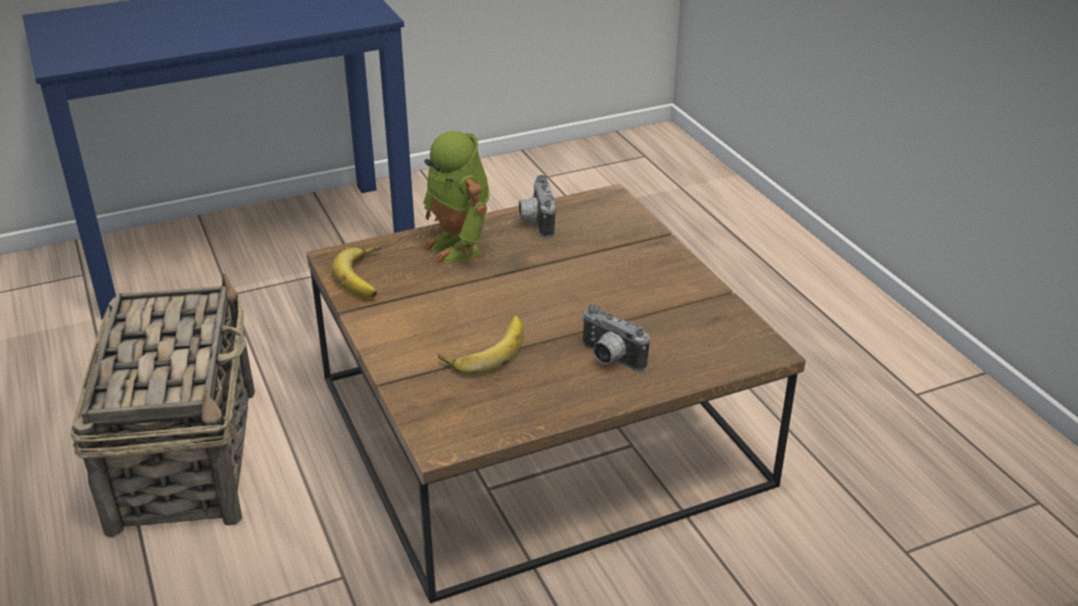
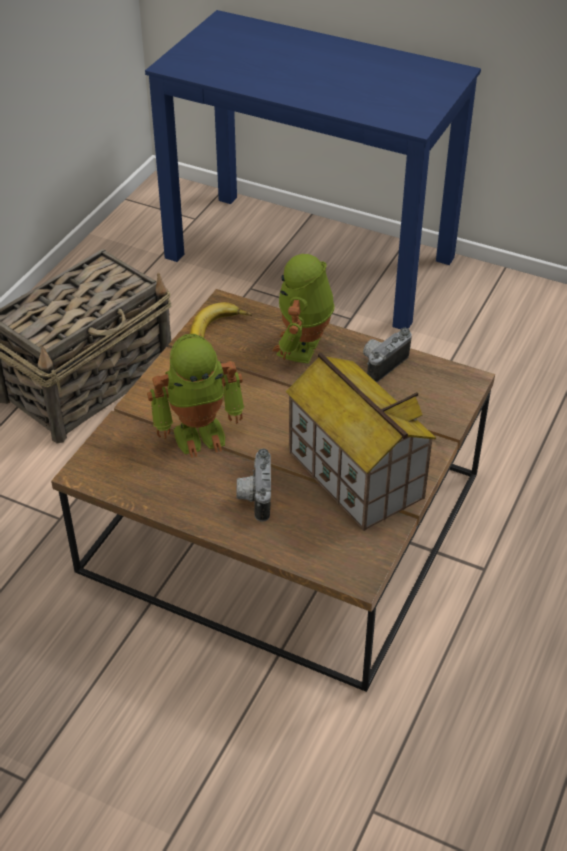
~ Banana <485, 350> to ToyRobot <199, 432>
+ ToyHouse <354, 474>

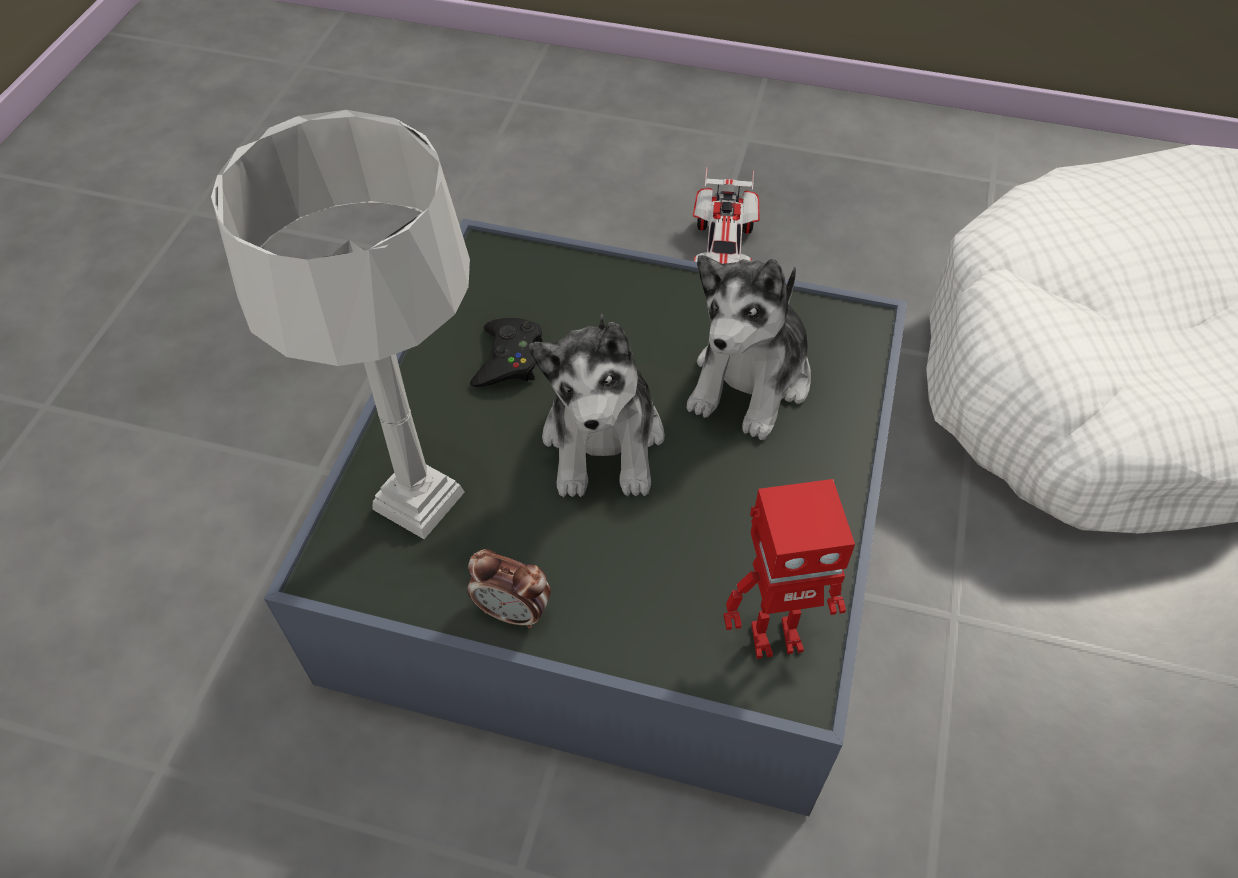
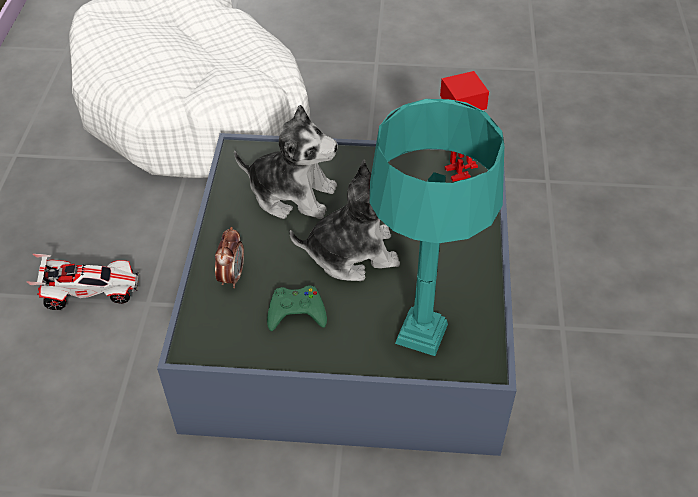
~ AlarmClock <513, 611> to <232, 276>
~ BlackGameController <508, 359> to GreenGameController <296, 312>
~ GreyTableLamp <417, 501> to TurquoiseTableLamp <422, 334>

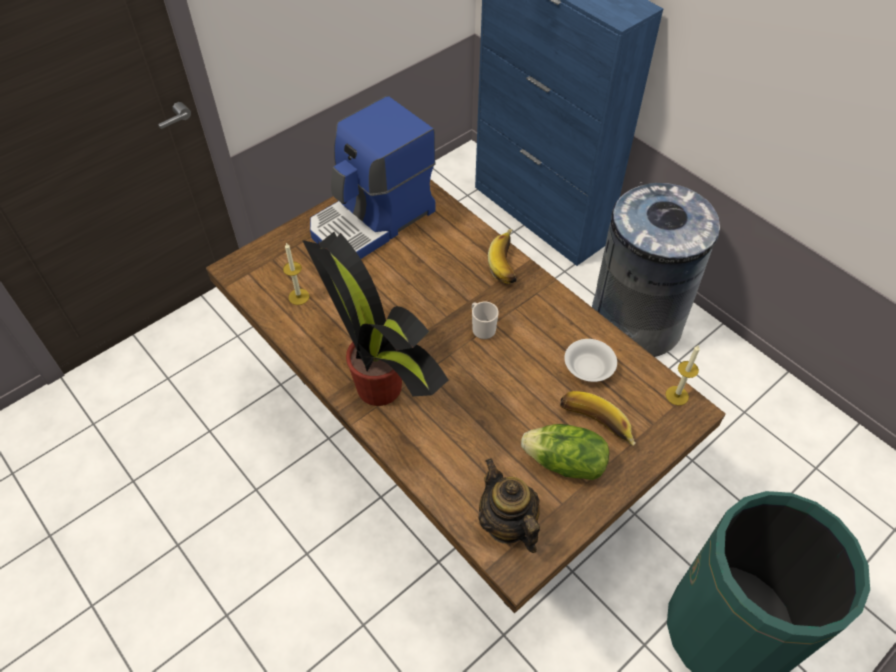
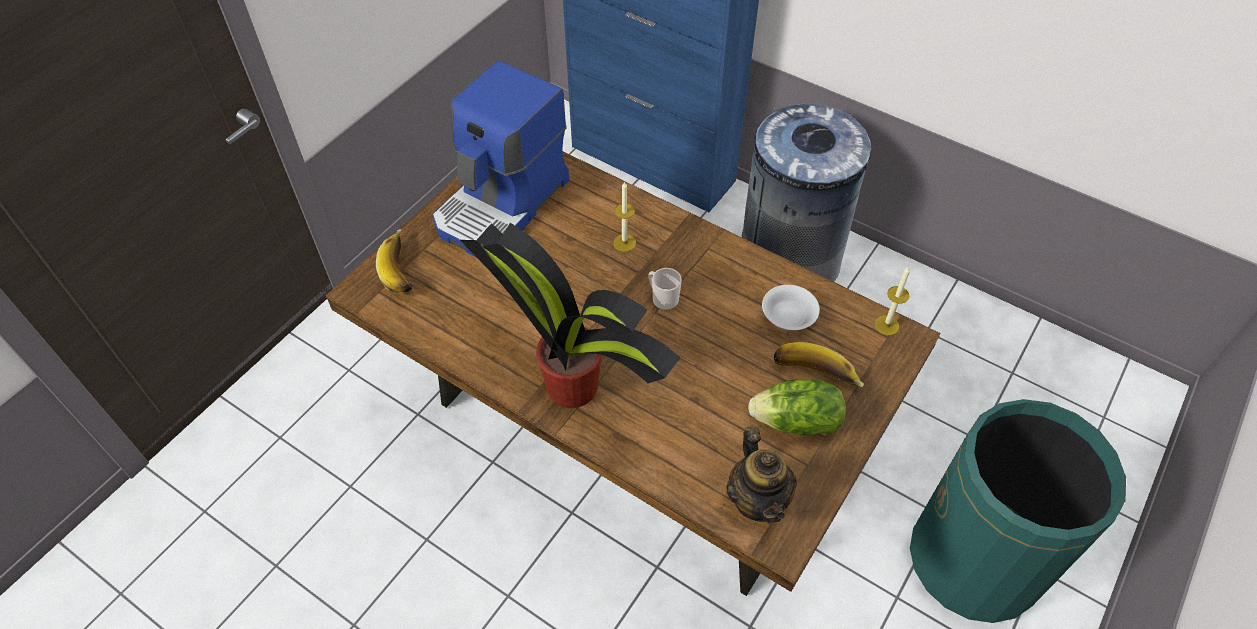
~ Banana <508, 264> to <403, 270>
~ Candle <299, 296> to <624, 243>
~ Teapot <507, 524> = <758, 500> 150 degrees counterclockwise

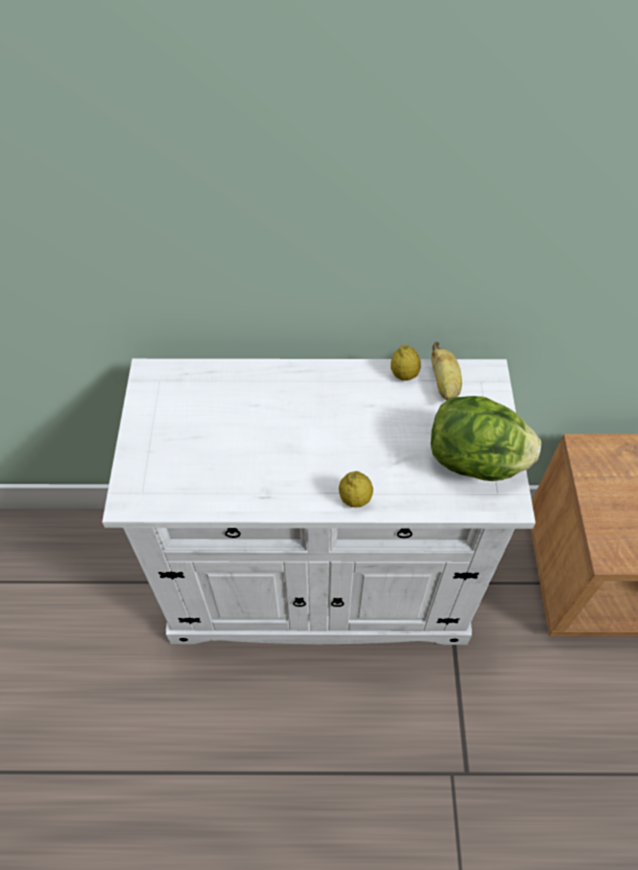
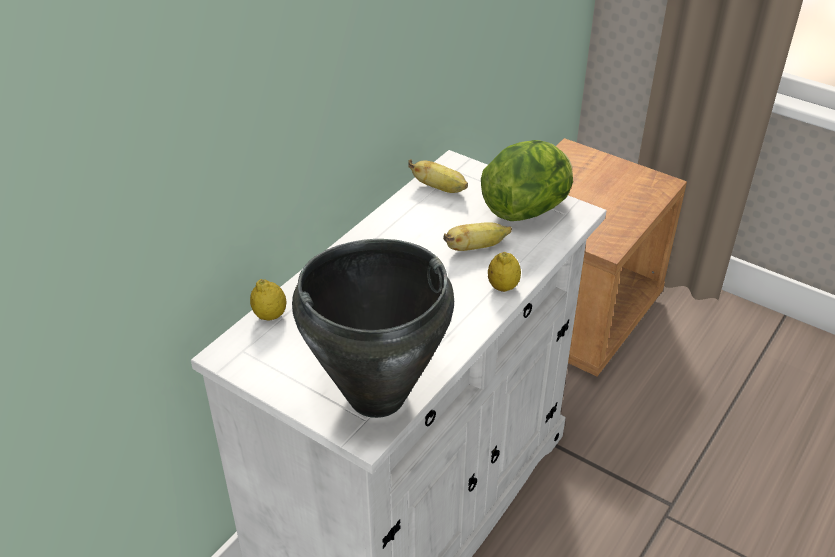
~ Lemon <404, 374> to <270, 315>
+ BlackCookingPot <375, 395>
+ Banana <475, 247>

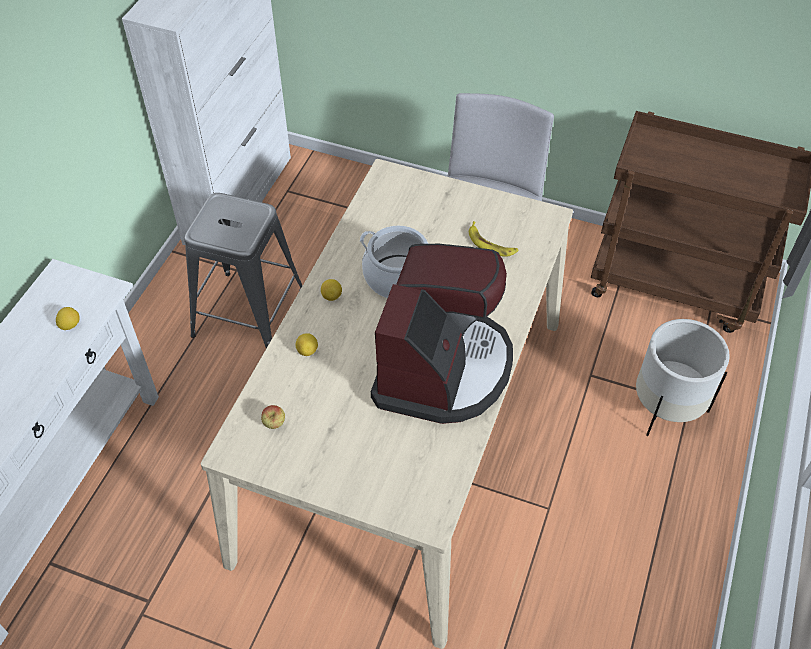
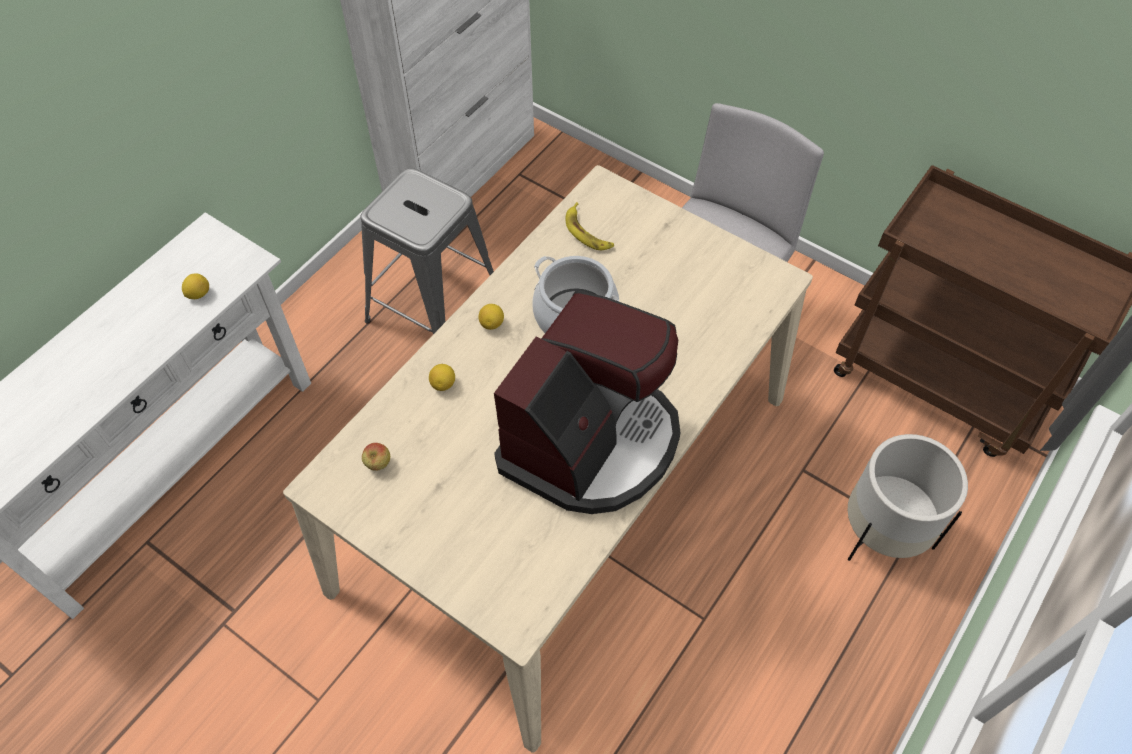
~ Banana <491, 244> to <587, 232>

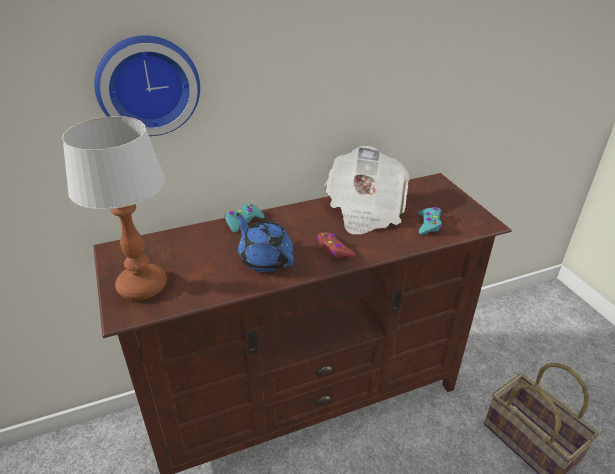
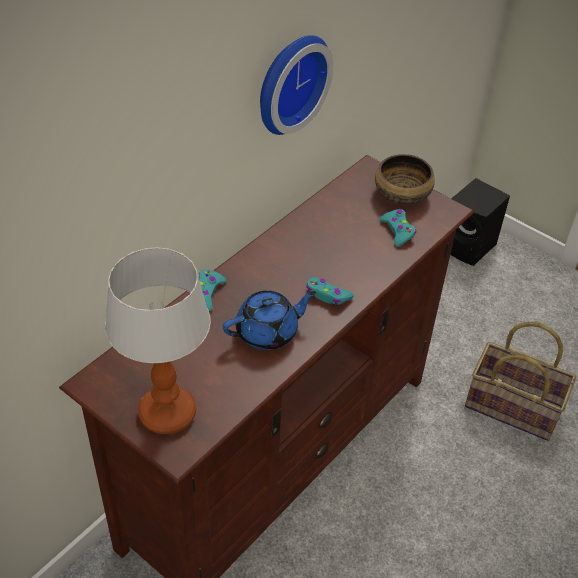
~ BlueTeapot <265, 259> = <268, 332> 135 degrees clockwise
~ WallClock <147, 85> to <288, 82>
~ RedGameController <334, 249> to TurquoiseGameController <327, 295>
+ Bowl <403, 194>
+ BlackSpeaker <469, 247>
- Newspaper <364, 210>

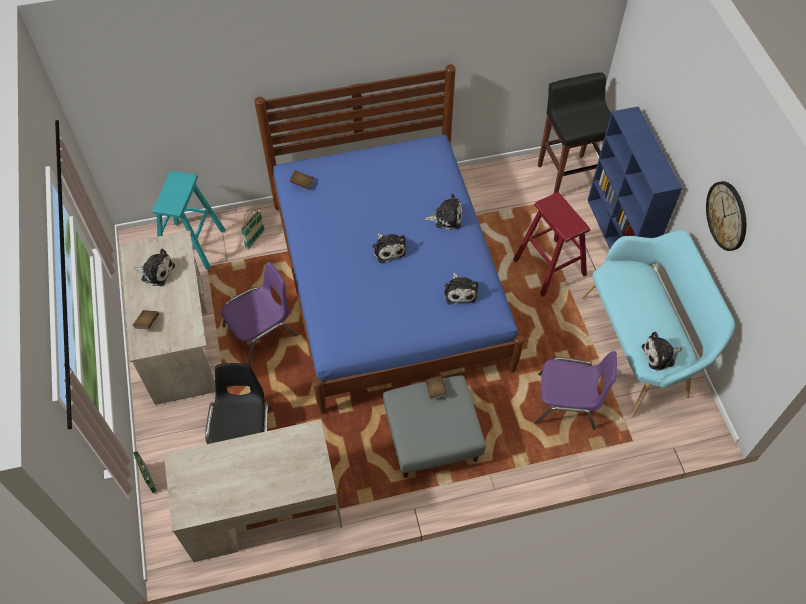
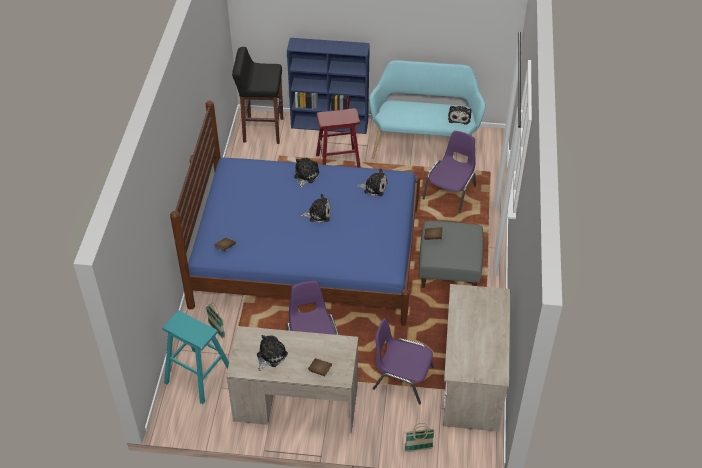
~ BlackChair <244, 433> to PurpleChair <402, 378>
- WallClock <727, 215>

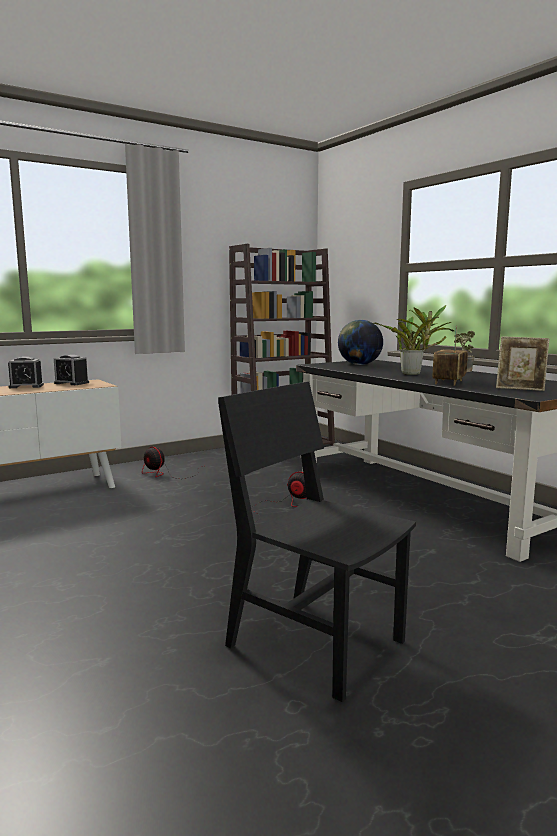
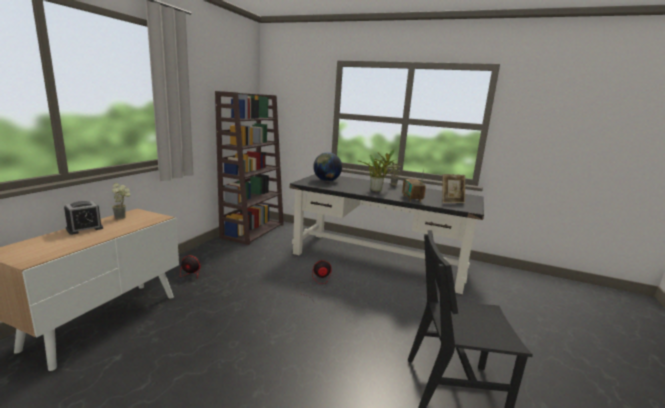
~ AlarmClock <71, 383> to PottedPlant <123, 218>

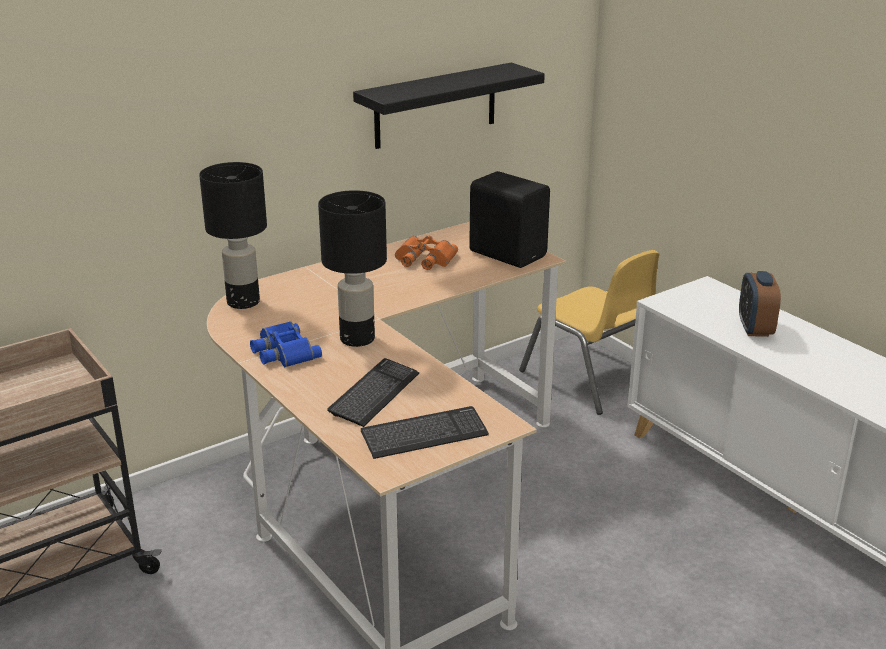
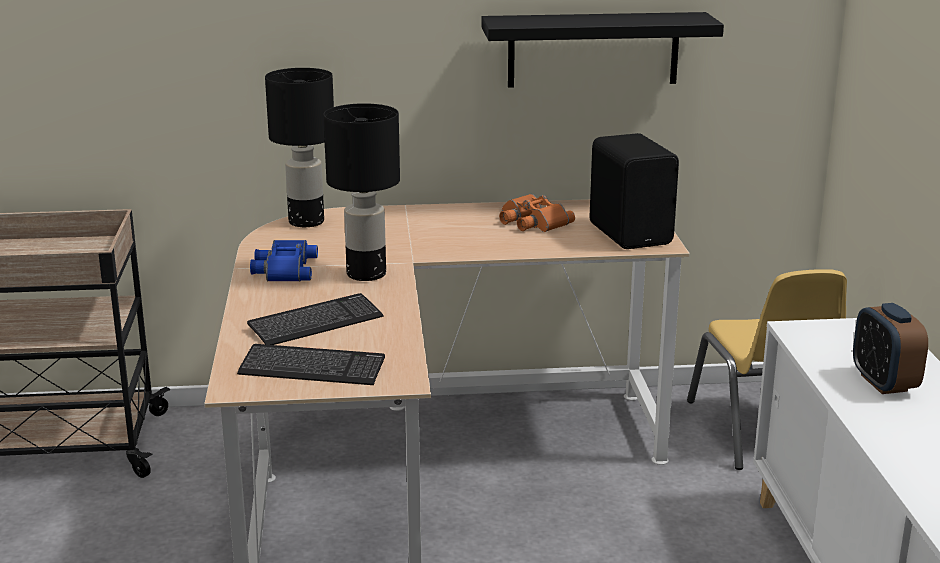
~ AlarmClock <755, 329> = <883, 383> 45 degrees counterclockwise

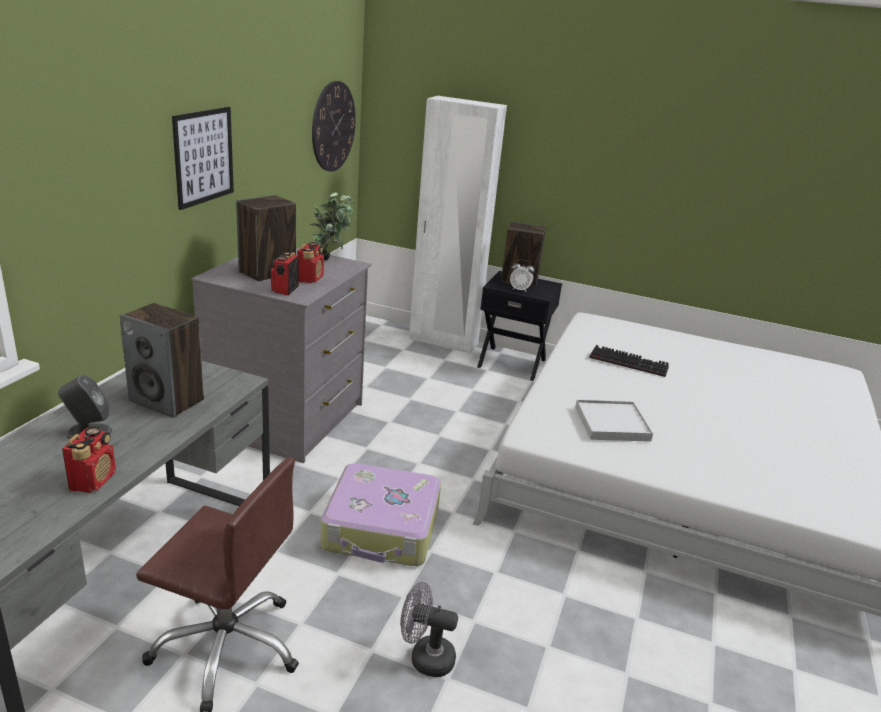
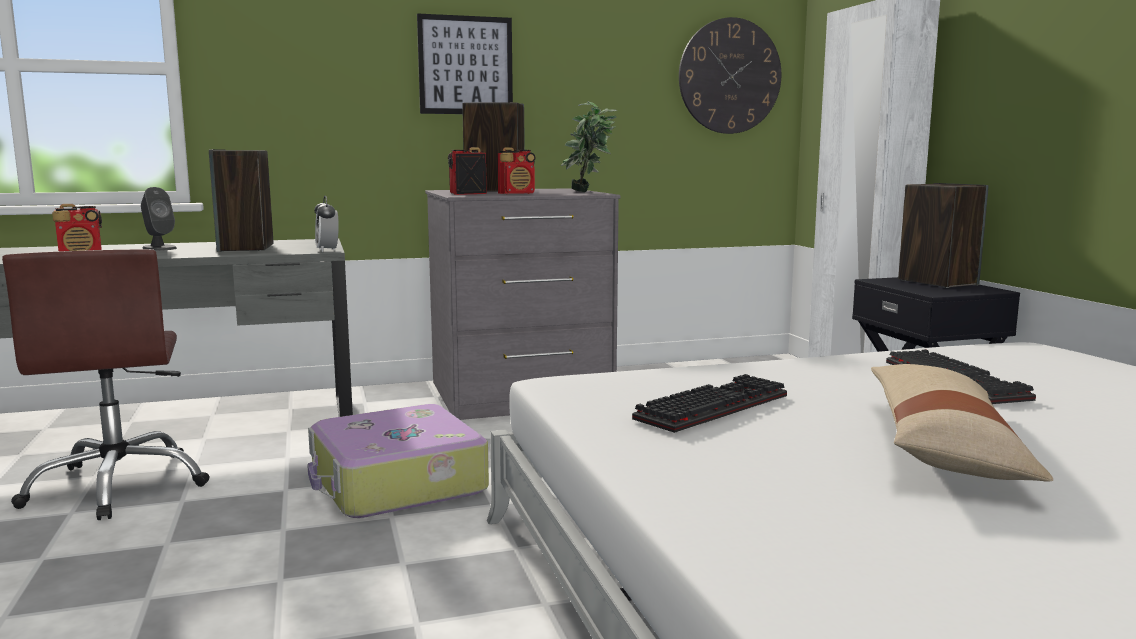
~ AlarmClock <520, 289> to <327, 250>
~ WhiteTray <611, 423> to Keyboard <712, 406>
+ BeigePillow <943, 446>
- GreyFan <425, 657>

